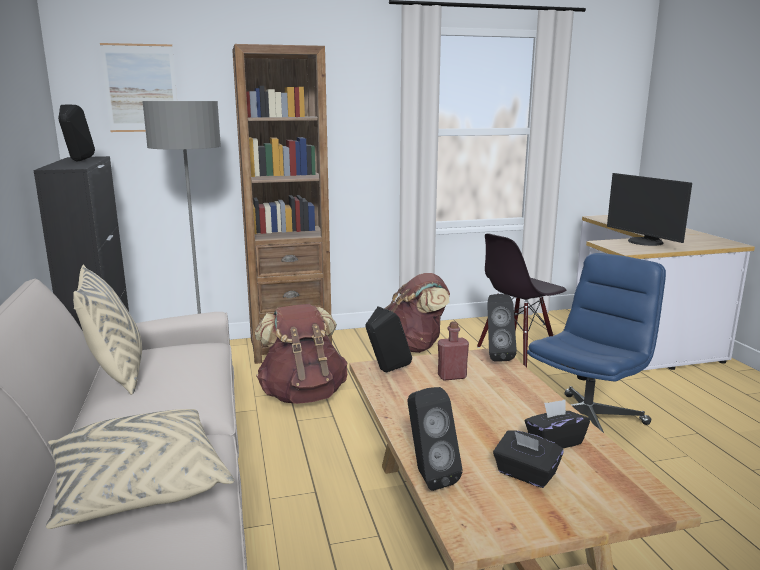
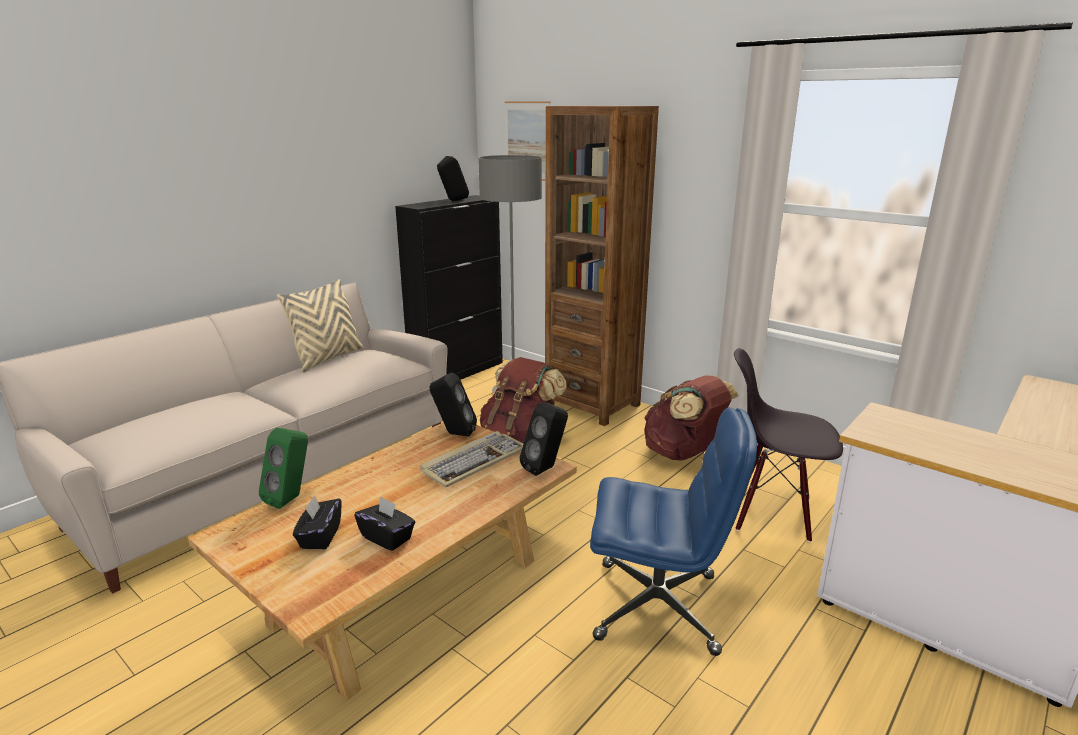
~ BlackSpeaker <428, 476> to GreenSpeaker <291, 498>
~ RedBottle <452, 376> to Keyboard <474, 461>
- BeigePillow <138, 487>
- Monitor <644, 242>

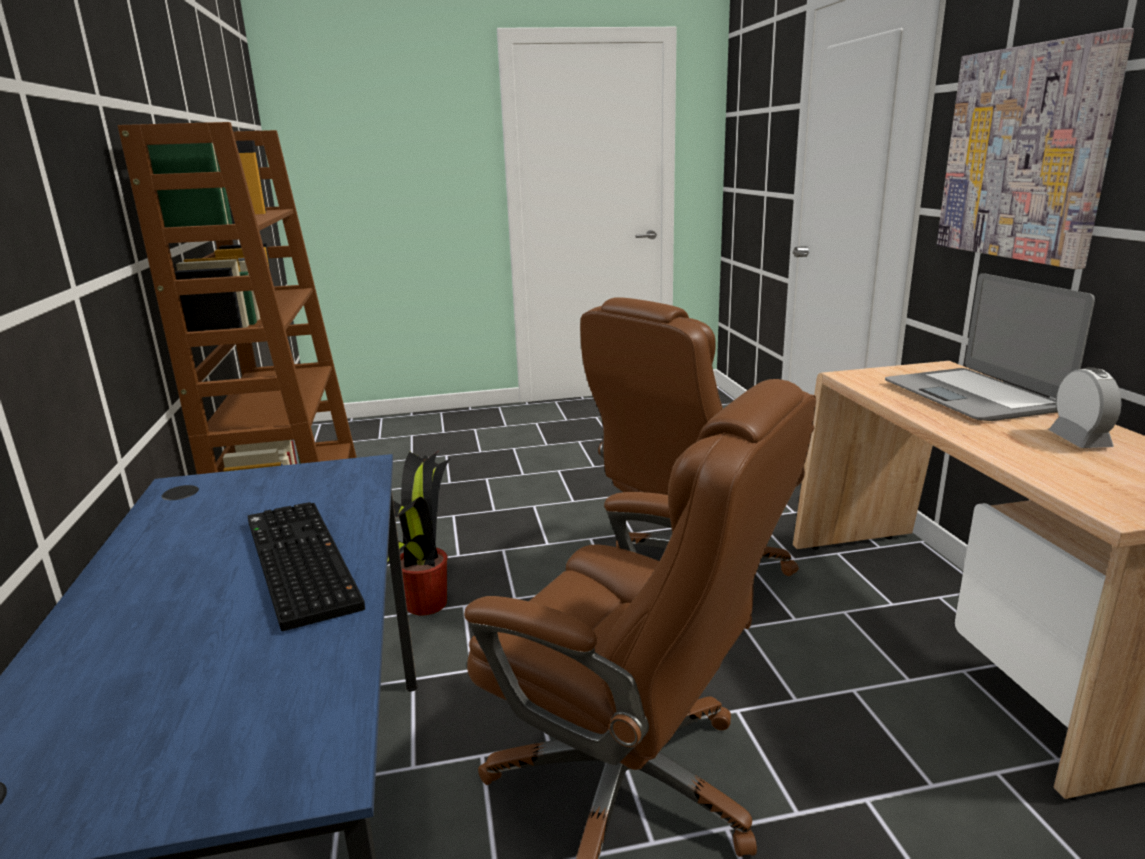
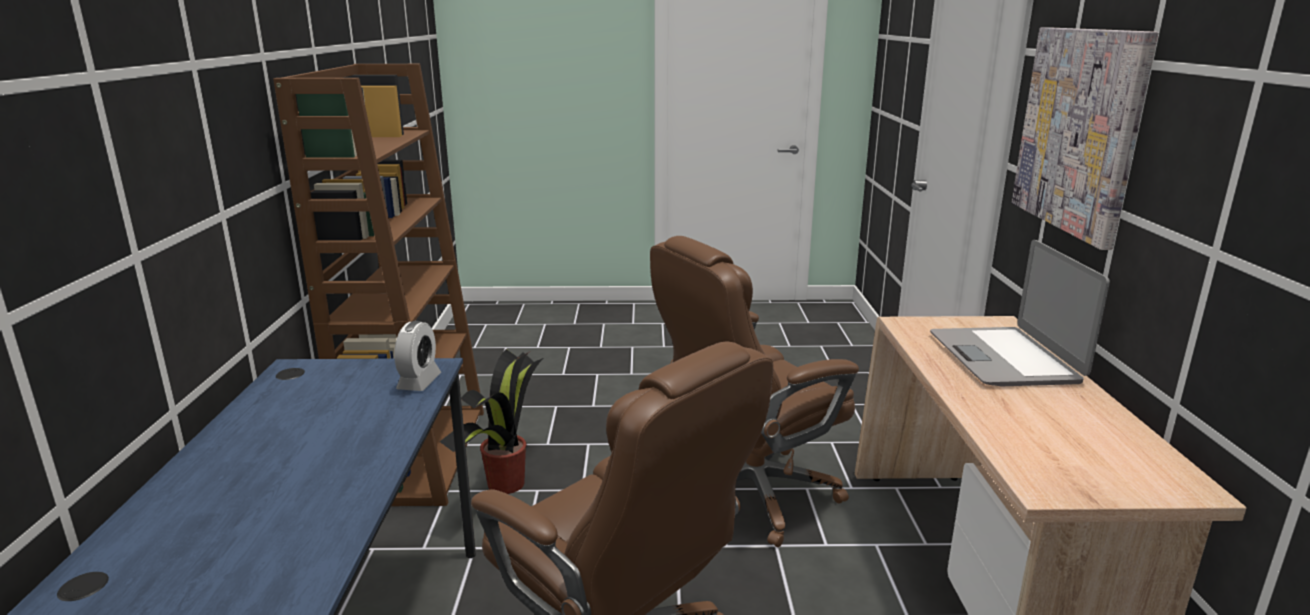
~ AlarmClock <1079, 440> to <419, 382>
- Keyboard <296, 562>

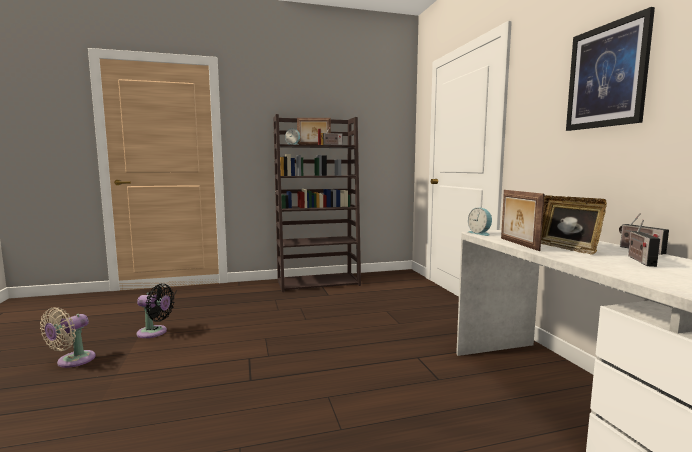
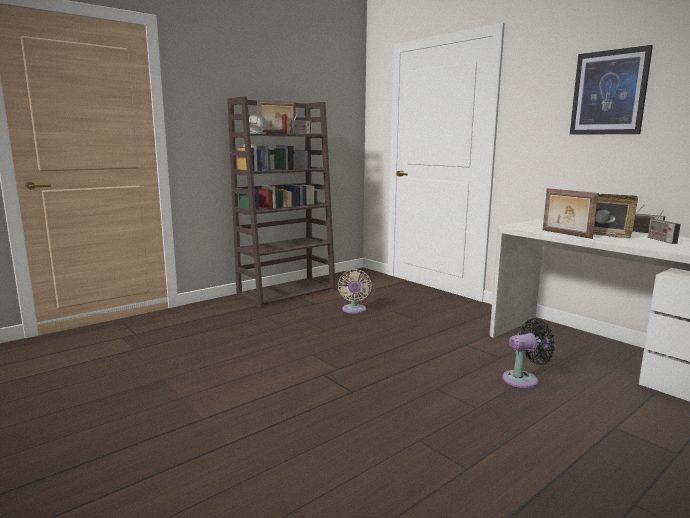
~ BeigeFan <72, 361> to <354, 310>
~ BlackFan <154, 332> to <523, 379>
- AlarmClock <480, 233>

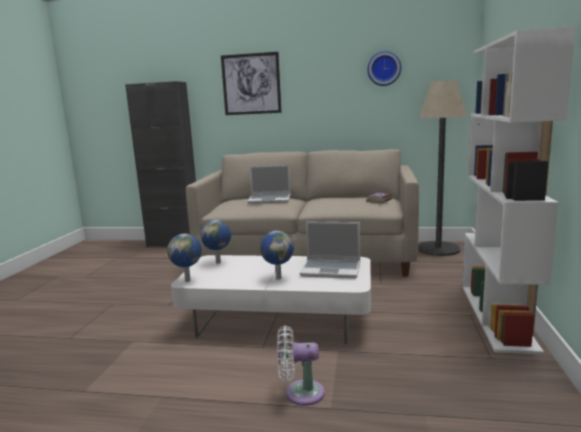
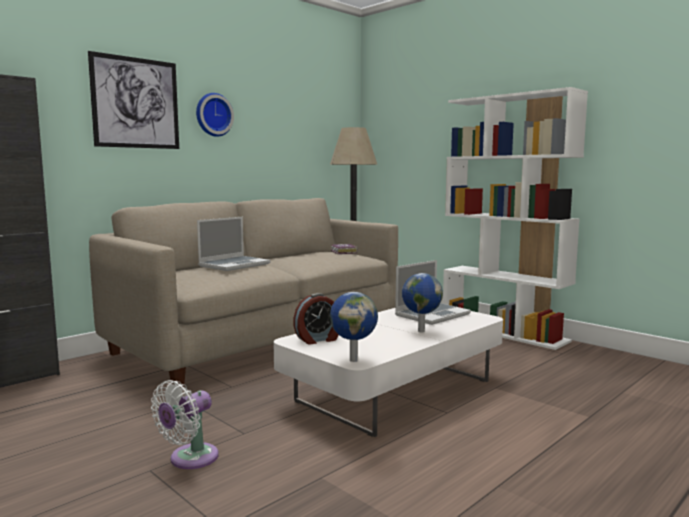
~ WhiteFan <300, 393> to <189, 459>
~ WallClock <384, 68> to <213, 115>
~ Globe <219, 262> to AlarmClock <318, 339>

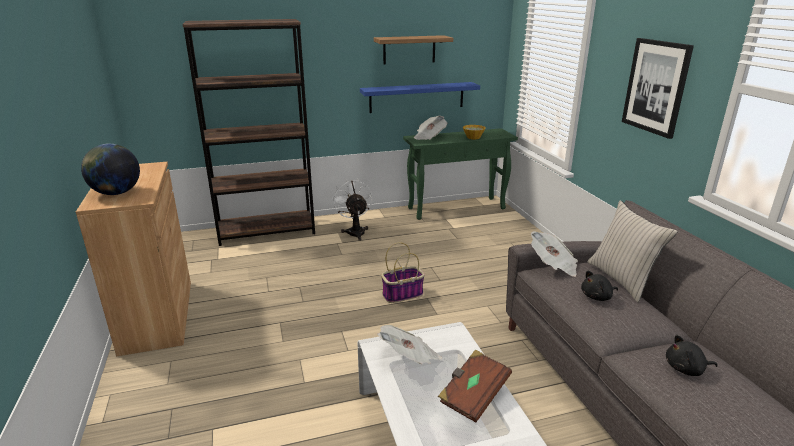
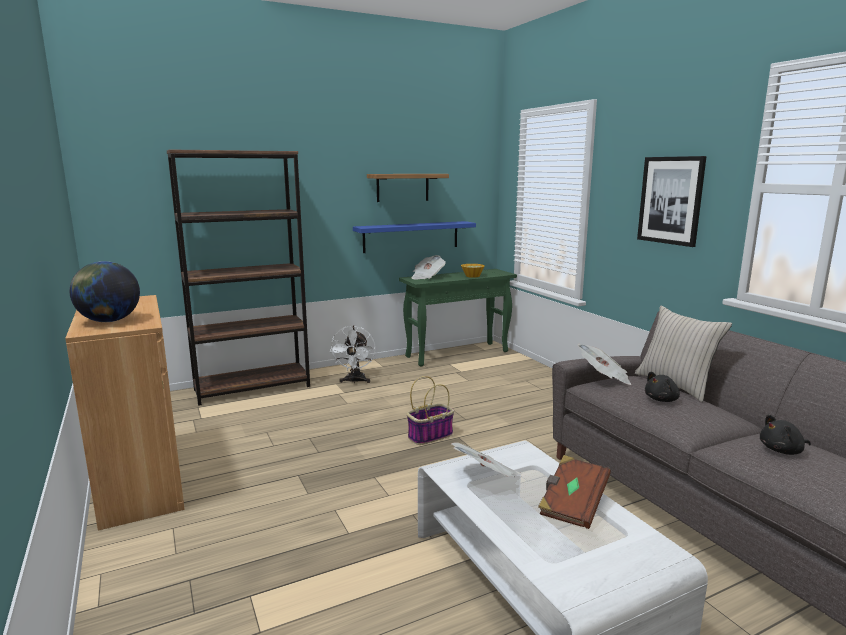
~ WhiteFan <355, 231> = <355, 381> 150 degrees counterclockwise

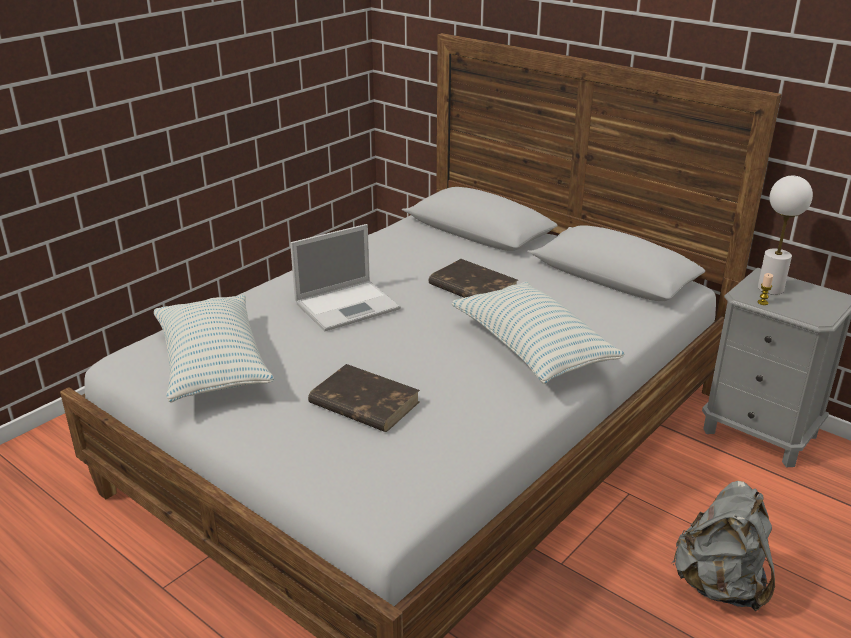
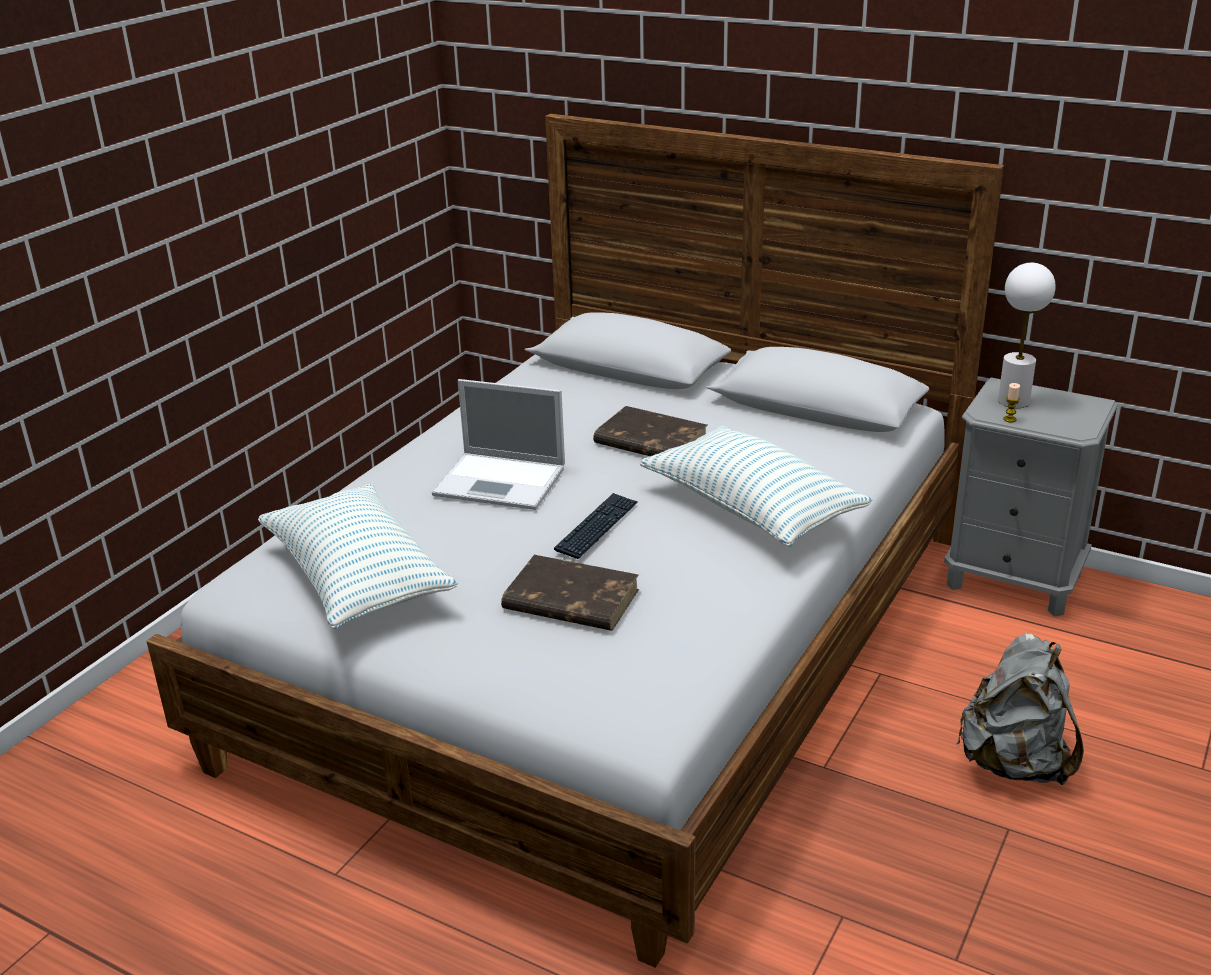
~ Laptop <349, 305> = <502, 482> 60 degrees clockwise
+ Keyboard <597, 527>

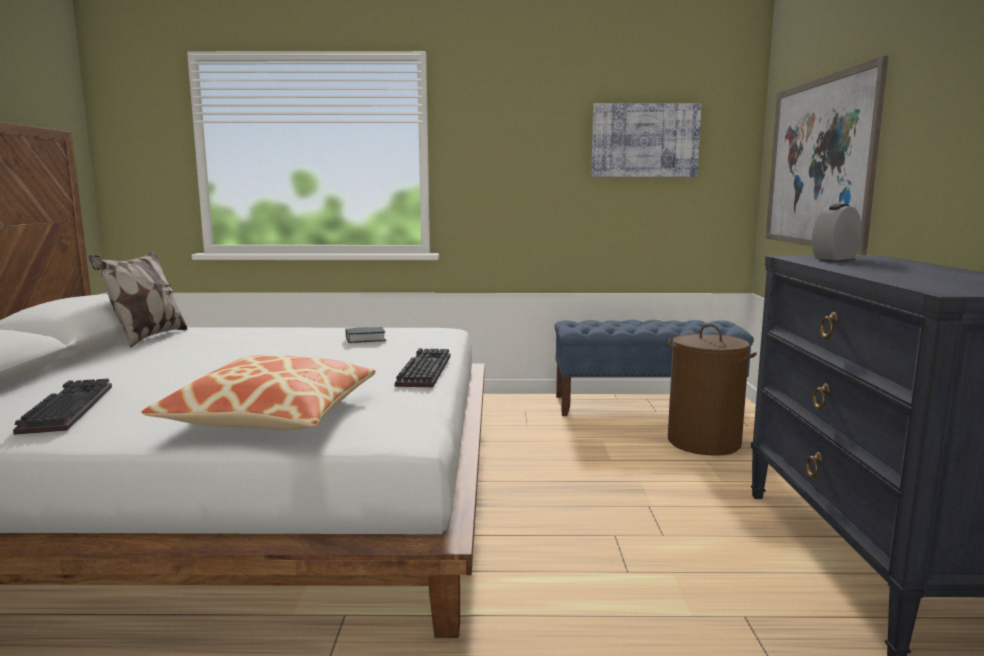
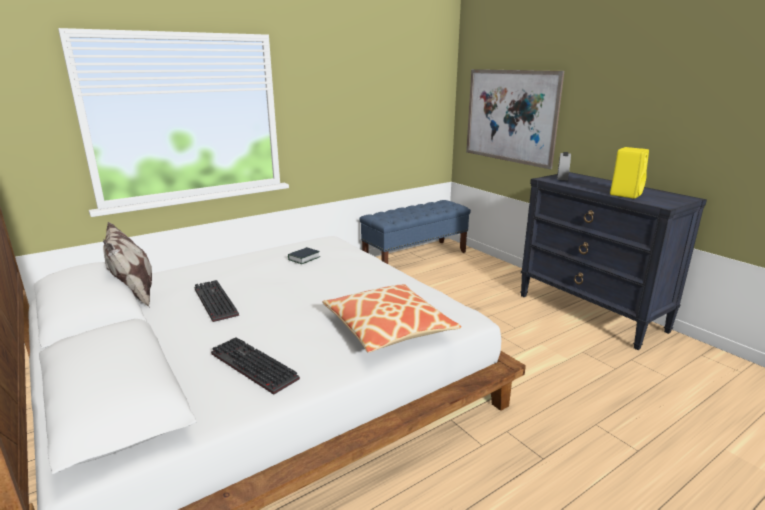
~ Keyboard <423, 370> to <213, 302>
+ YellowSpeaker <625, 194>
- Picture <644, 140>
- BrownLaundryBasket <704, 442>

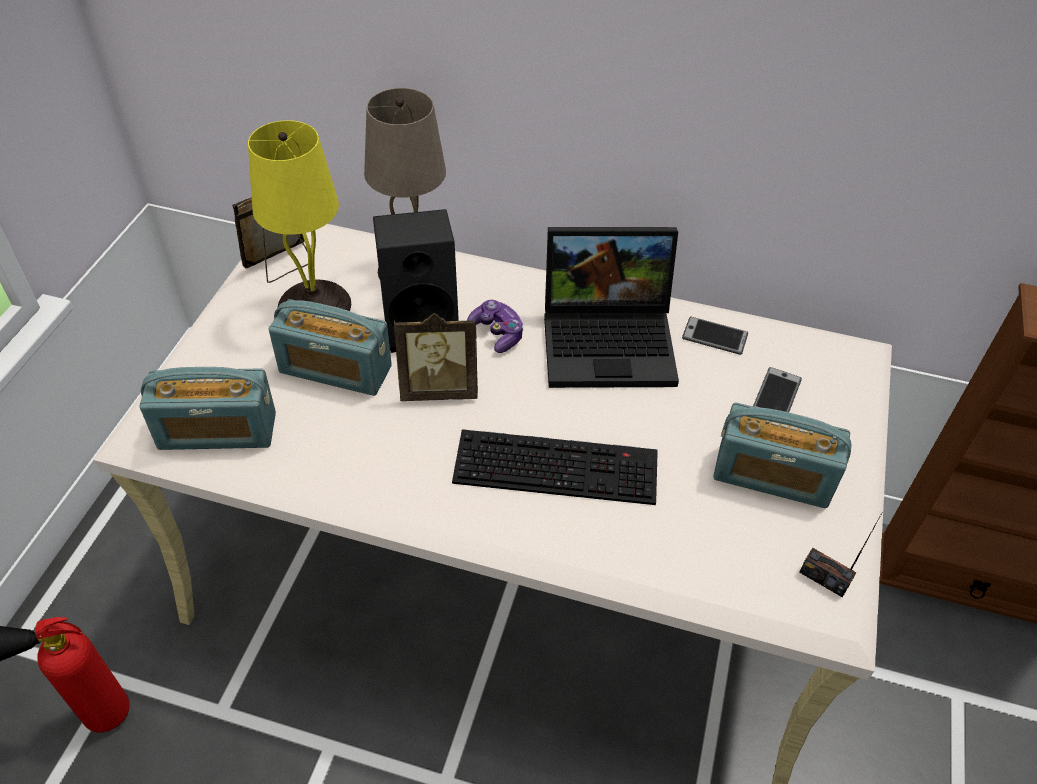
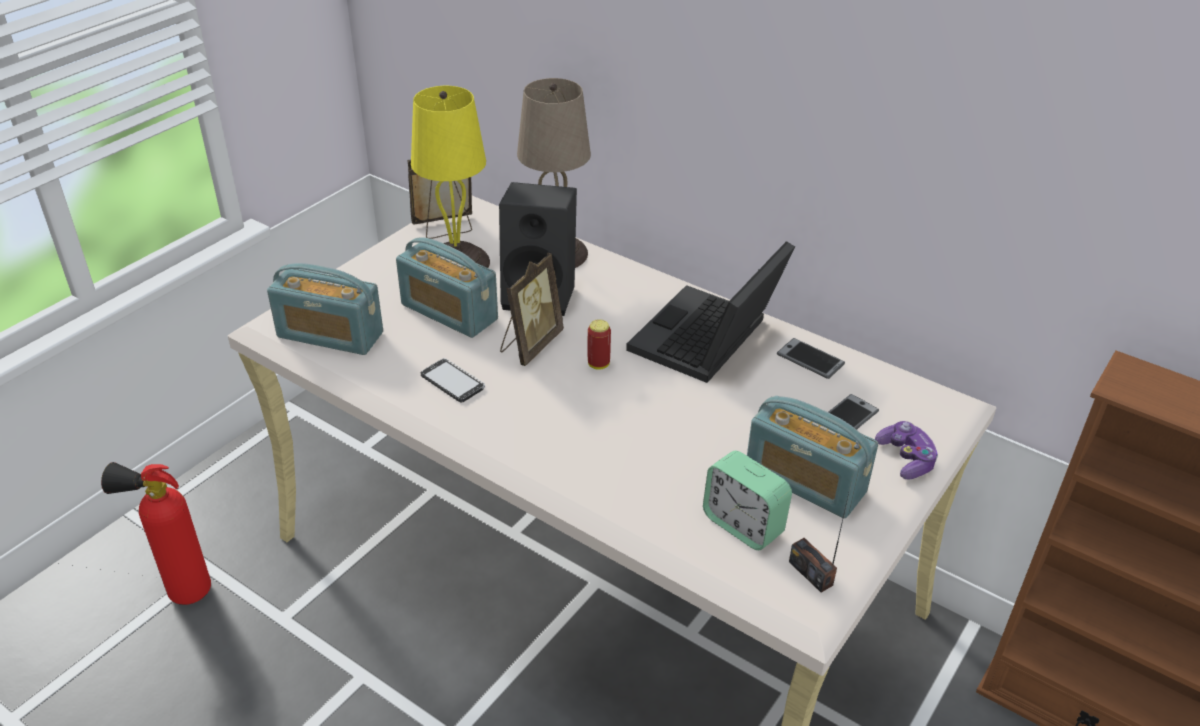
+ Phone <452, 382>
~ PictureFrame <439, 389> = <530, 345> 75 degrees counterclockwise
+ Can <598, 364>
~ Laptop <611, 340> = <707, 342> 105 degrees clockwise
+ AlarmClock <743, 525>
~ GameController <497, 333> to <905, 458>
- Keyboard <558, 465>

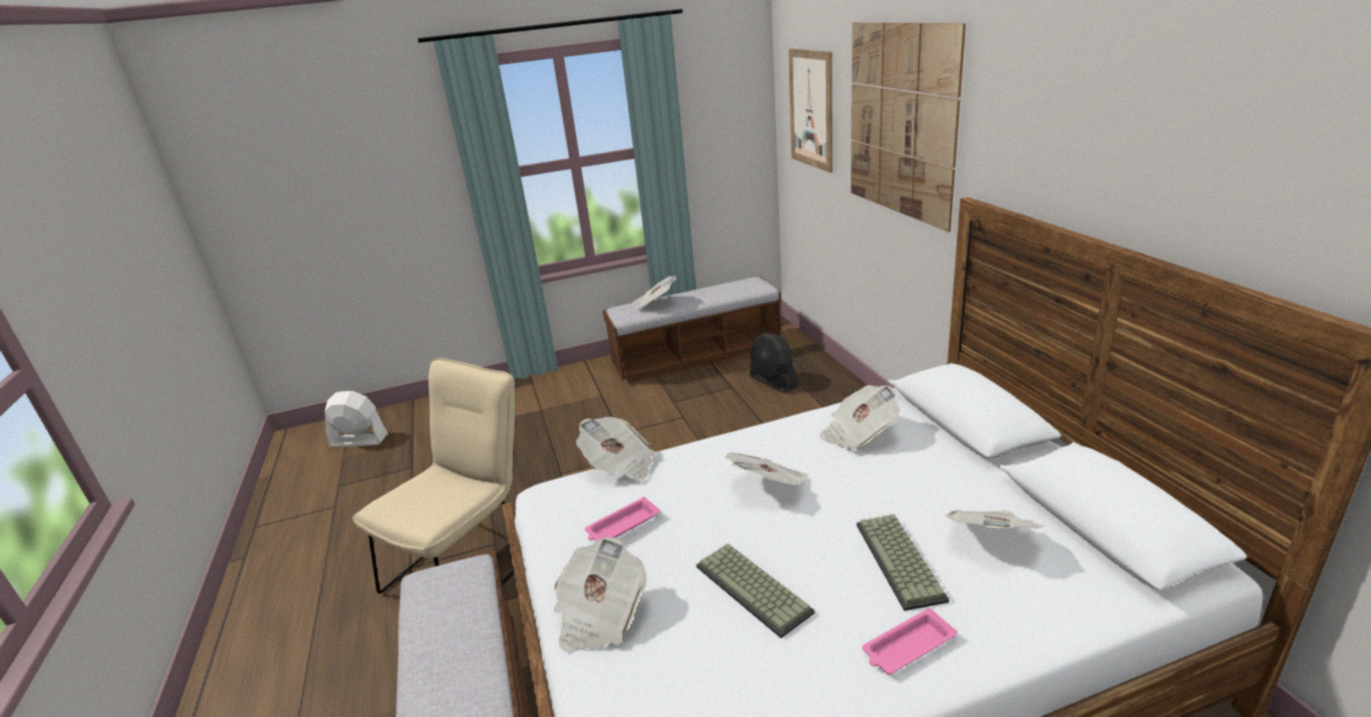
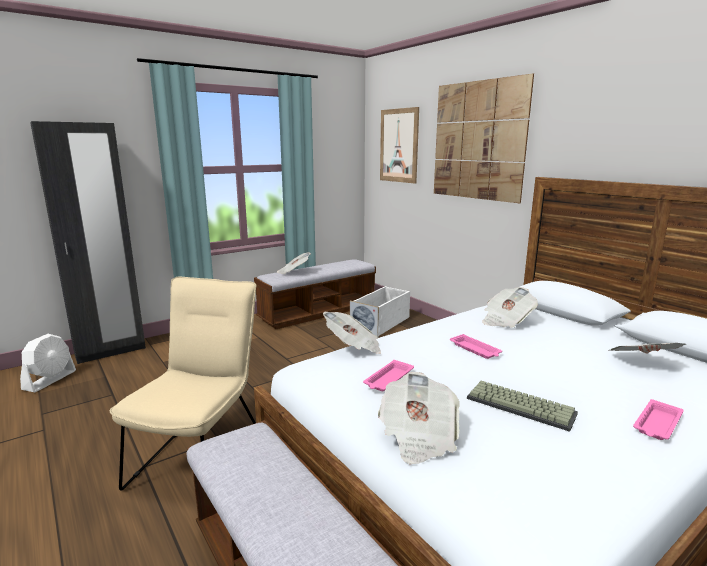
~ WhiteFan <358, 440> = <50, 380> 120 degrees clockwise
+ BlackWardrobe <110, 351>
~ BlackFan <773, 382> to WhiteStorageBox <381, 323>
~ Newspaper <770, 486> to PinkTray <475, 350>
- Keyboard <902, 561>

